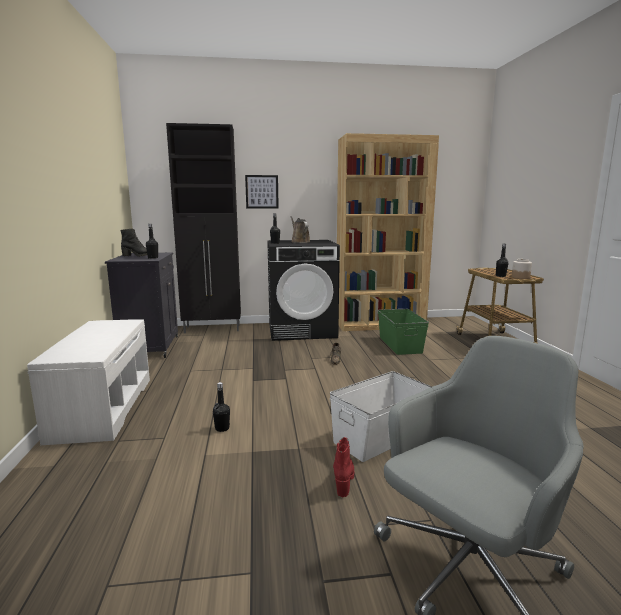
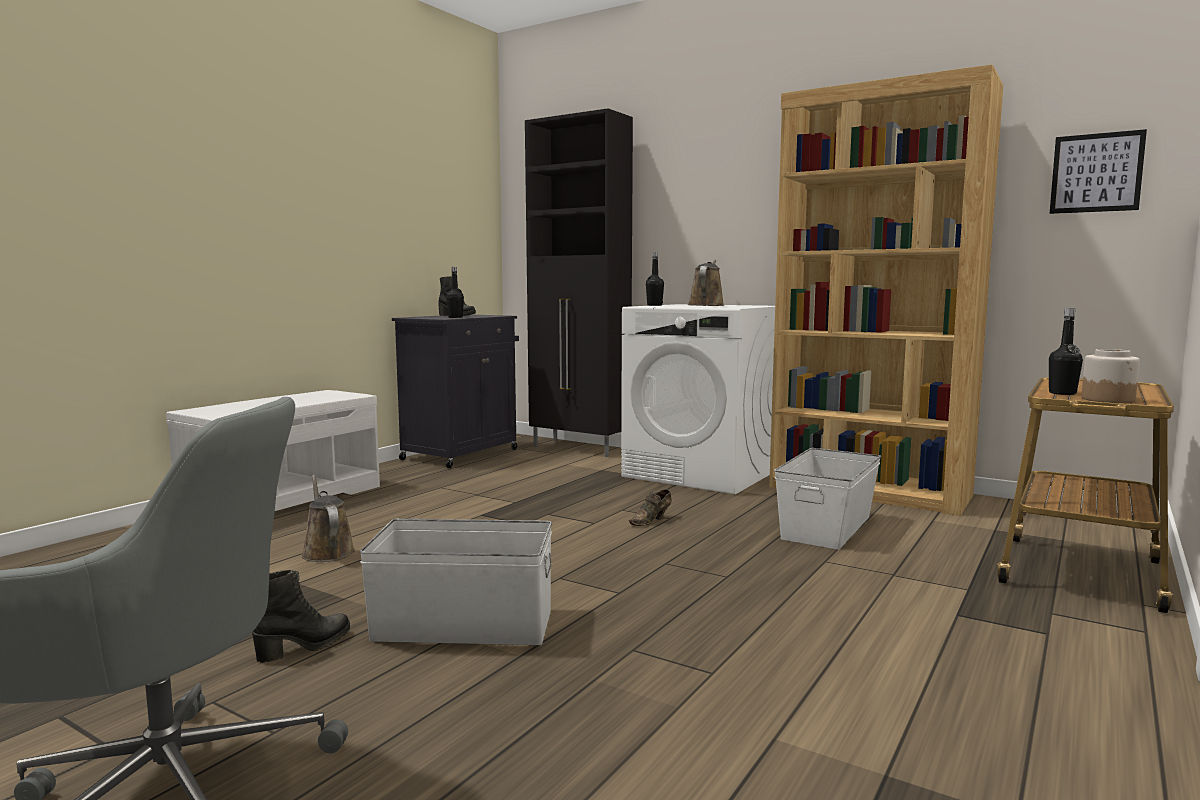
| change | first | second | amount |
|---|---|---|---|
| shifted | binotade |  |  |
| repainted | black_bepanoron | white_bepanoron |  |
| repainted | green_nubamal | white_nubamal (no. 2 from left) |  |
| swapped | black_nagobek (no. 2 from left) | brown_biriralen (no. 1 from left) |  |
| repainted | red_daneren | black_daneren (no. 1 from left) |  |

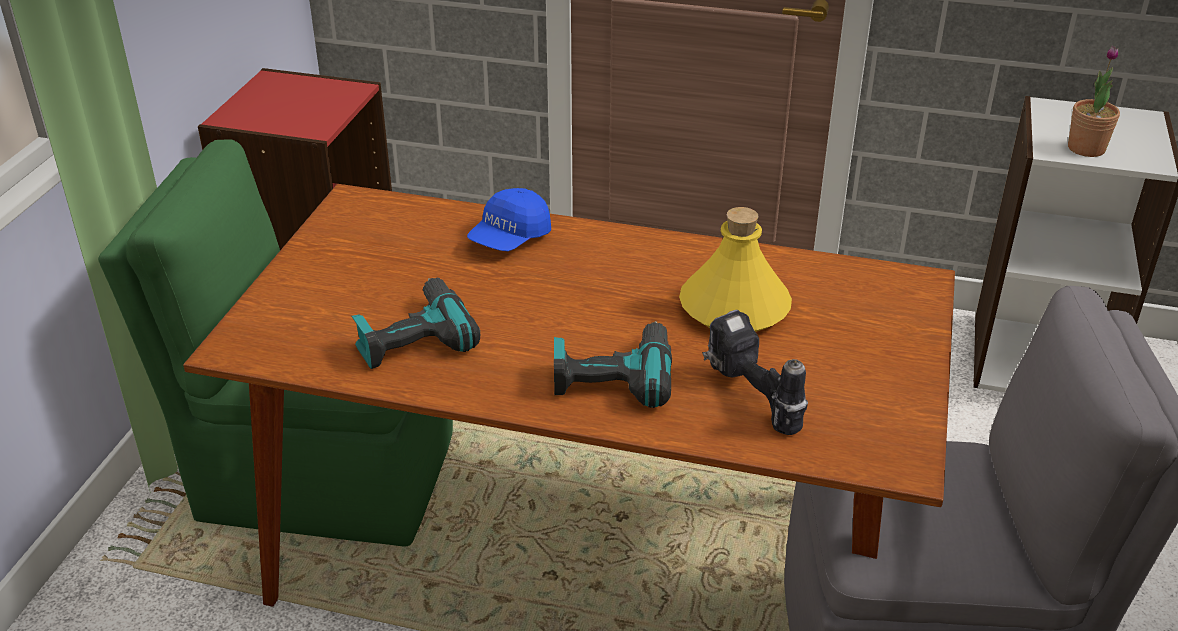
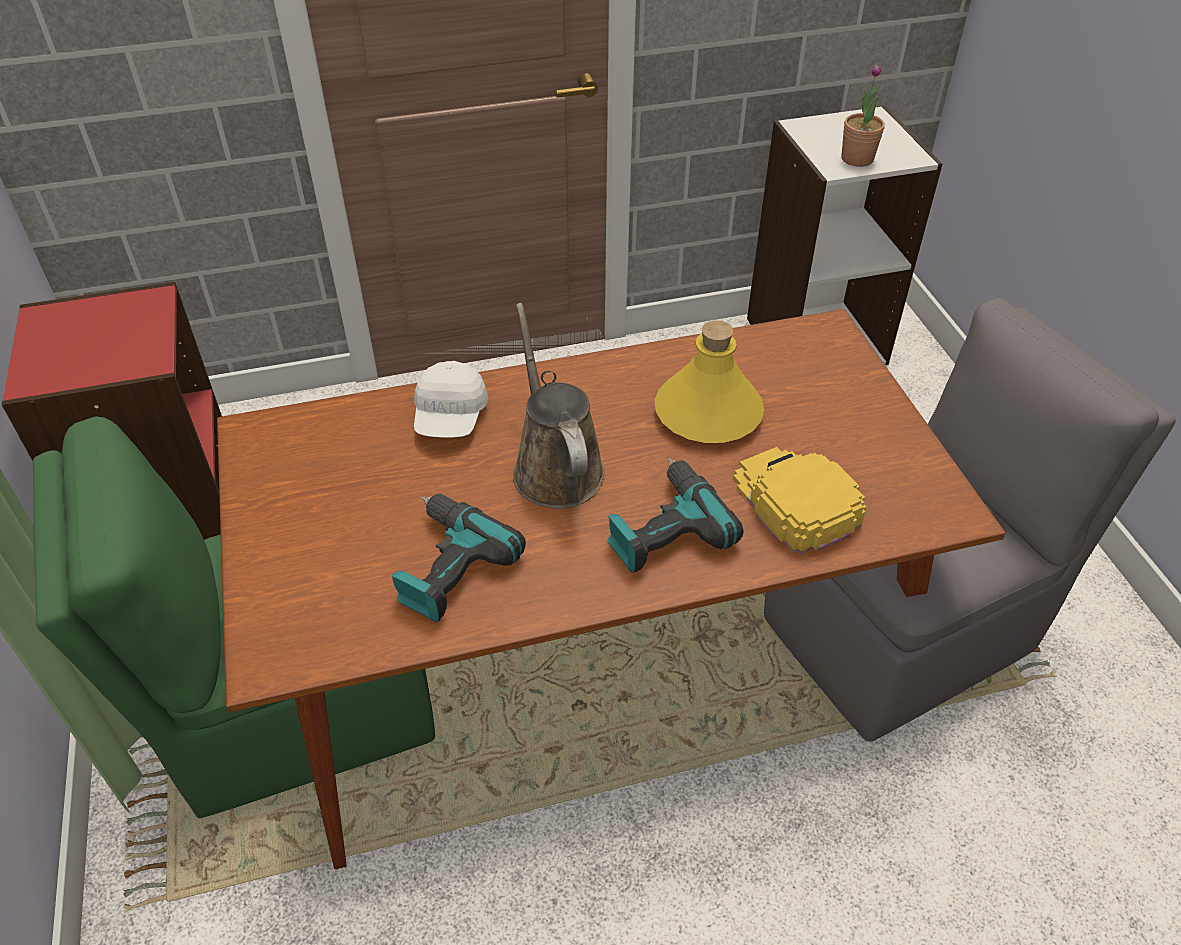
| change | first | second | amount |
|---|---|---|---|
| repainted | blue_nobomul | white_nobomul |  |
| swapped | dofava (no. 3 from left) | yellow_nobomul |  |
| new |  | brown_biriralen |  |

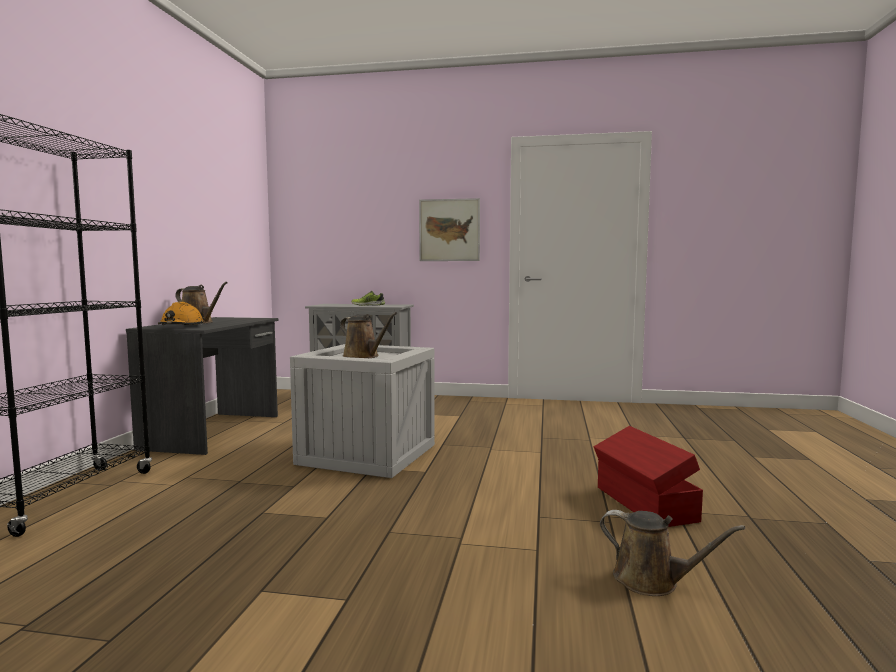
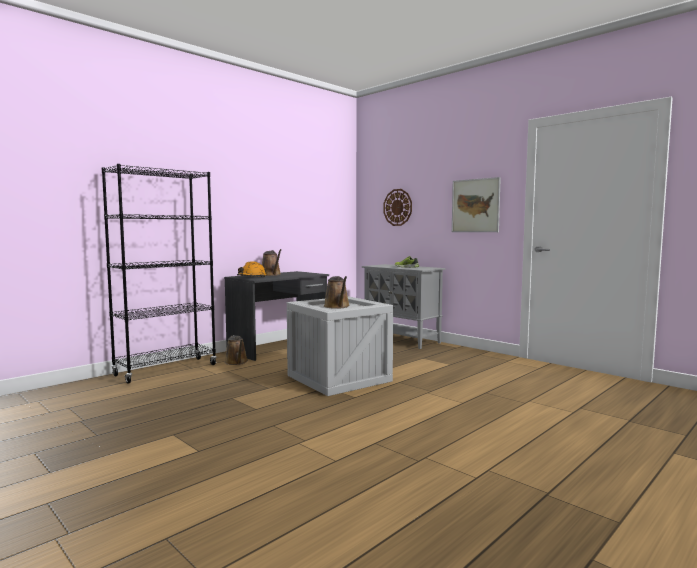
| change | first | second | amount |
|---|---|---|---|
| gone | red_nubamal |  |  |
| shifted | brown_biriralen (no. 3 from left in the first image) | brown_biriralen (no. 1 from left) |  |
| new |  | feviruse |  |

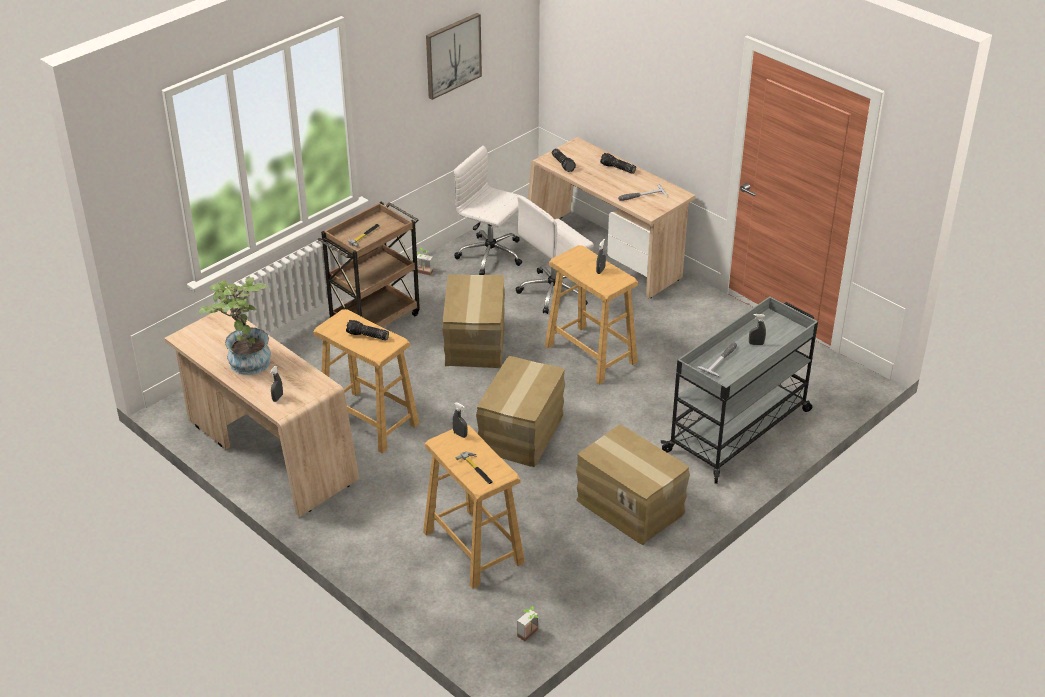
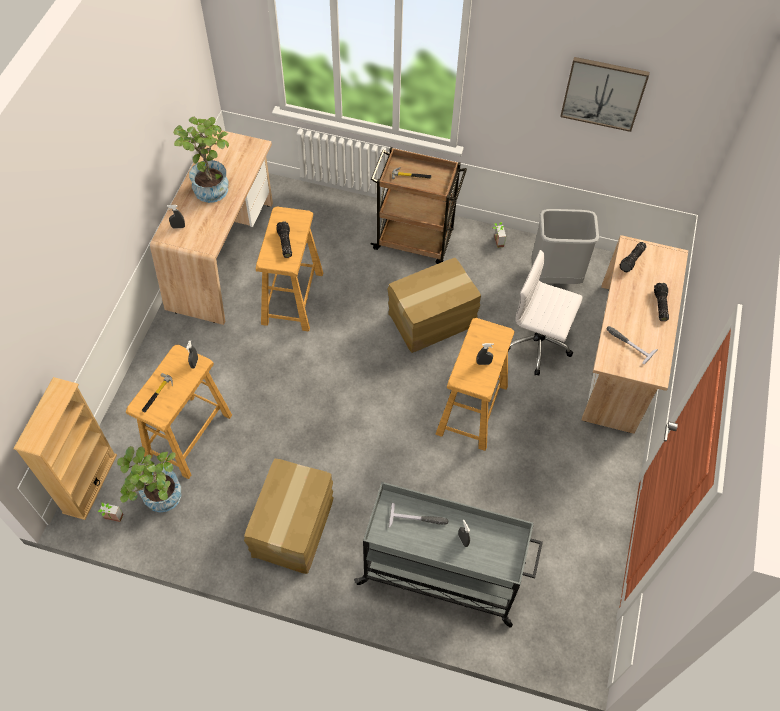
| change | first | second | amount |
|---|---|---|---|
| swapped | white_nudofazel (no. 1 from left) | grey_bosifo |  |
| gone | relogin (no. 2 from left) |  |  |
| new |  | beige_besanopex |  |
| new |  | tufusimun (no. 2 from left) |  |

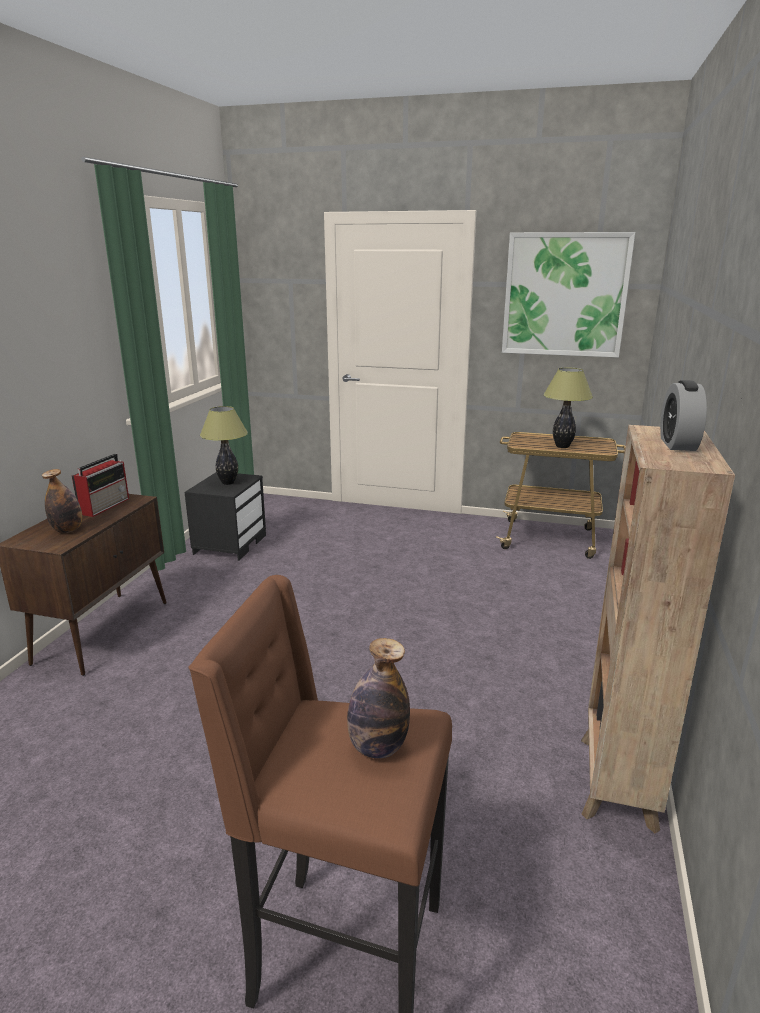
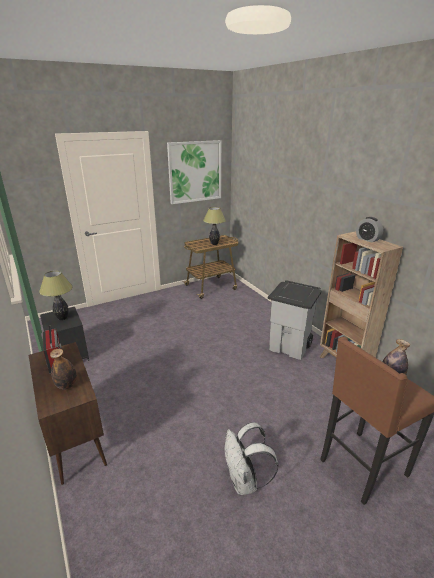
| change | first | second | amount |
|---|---|---|---|
| new |  | grey_bosifo |  |
| new |  | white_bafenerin |  |

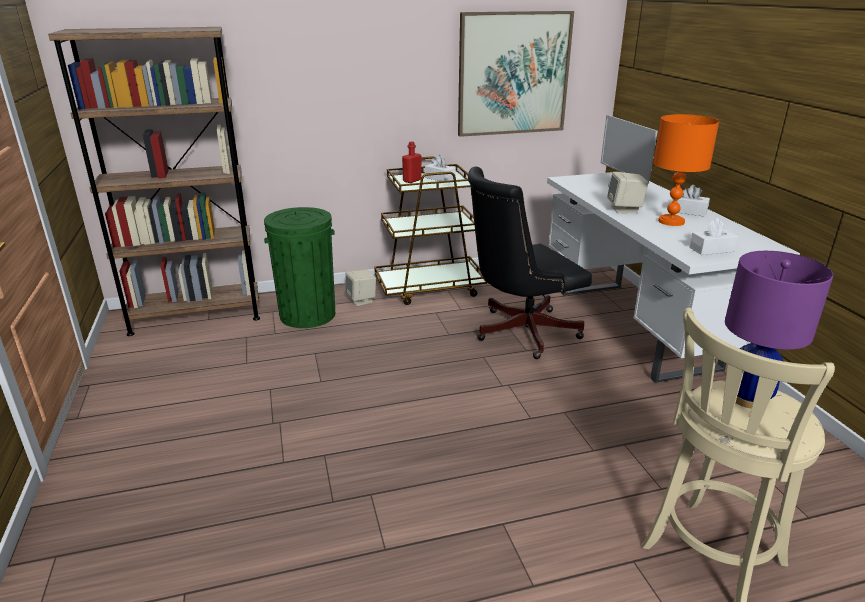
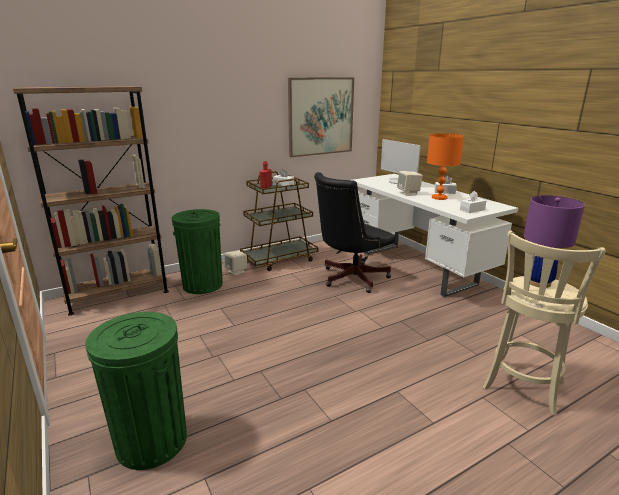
| change | first | second | amount |
|---|---|---|---|
| new |  | green_bosifo (no. 1 from left) |  |

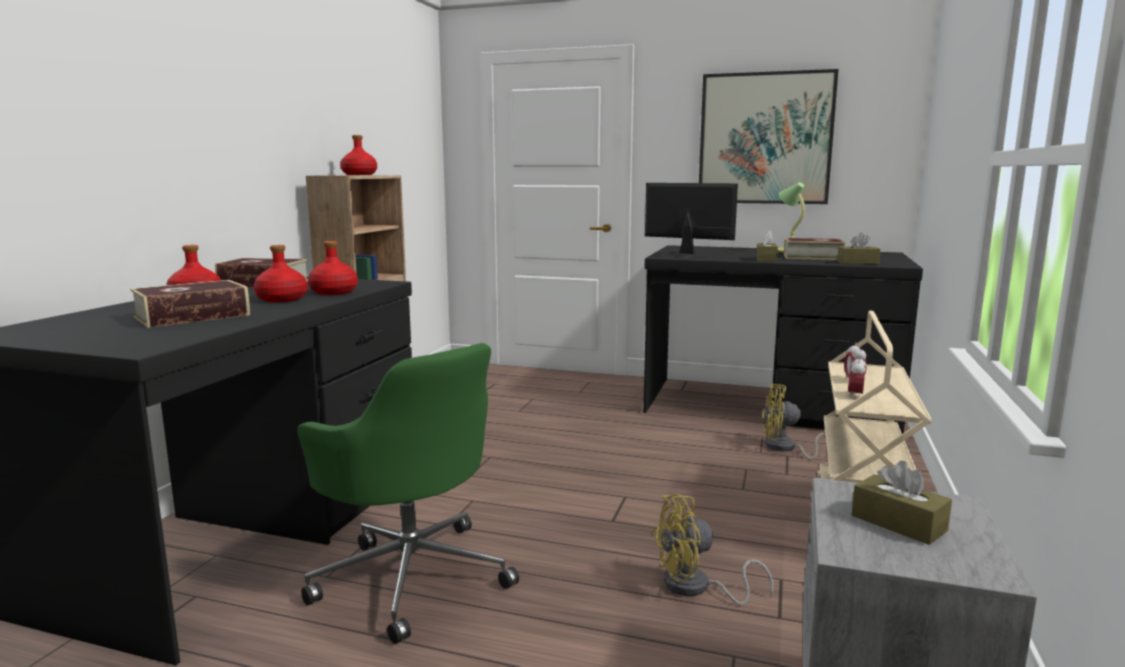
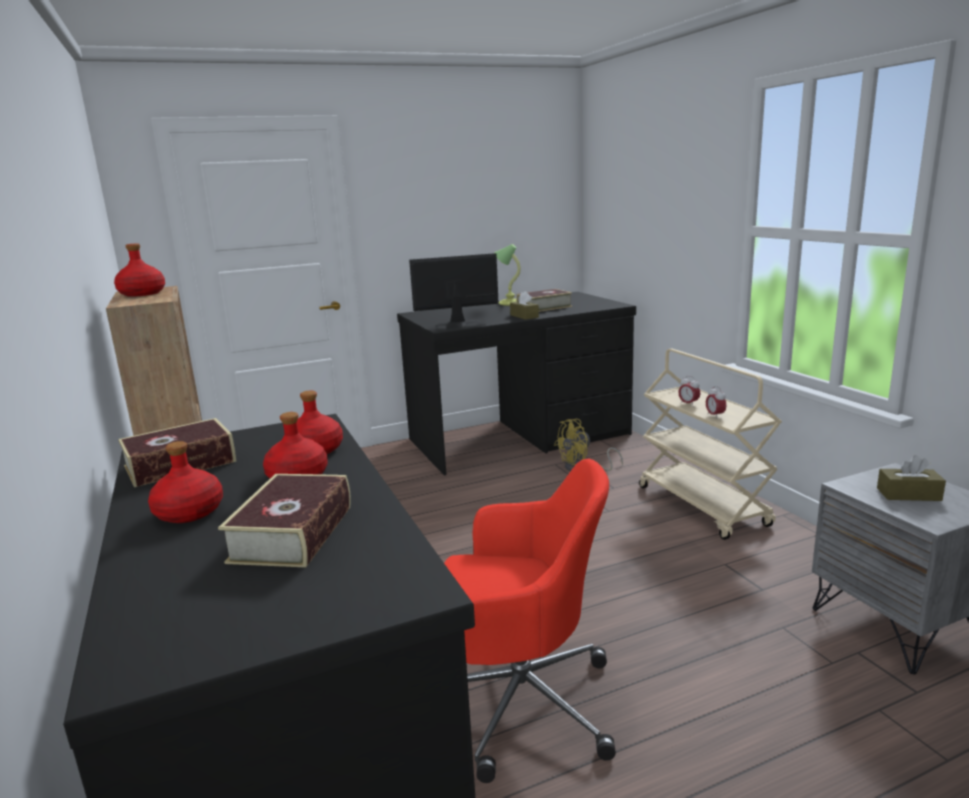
| change | first | second | amount |
|---|---|---|---|
| gone | binotade |  |  |
| gone | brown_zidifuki (no. 2 from left) |  |  |
| repainted | green_nudofazel | red_nudofazel |  |
| gone | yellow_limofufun (no. 1 from left) |  |  |

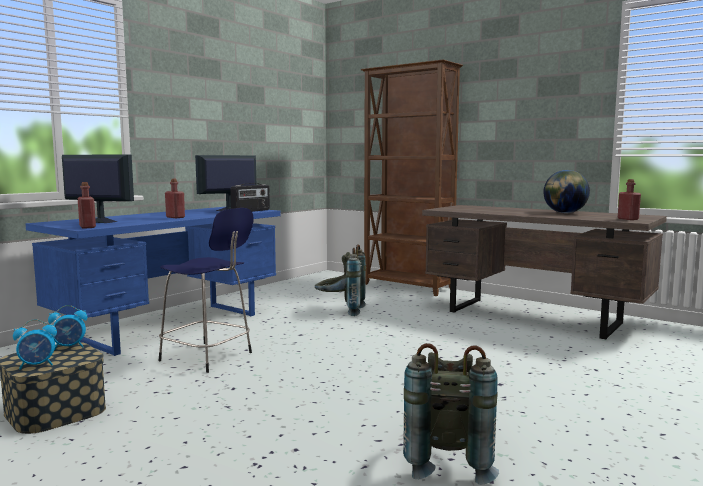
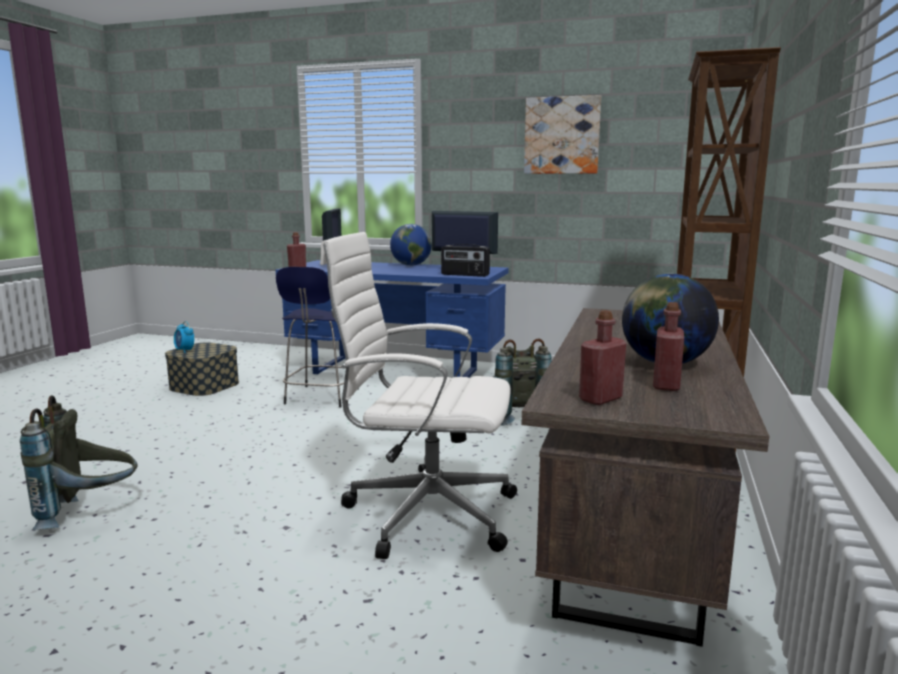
| change | first | second | amount |
|---|---|---|---|
| shifted | red_nagobek (no. 2 from left in the first image) | red_nagobek (no. 3 from left) |  |
| gone | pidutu (no. 2 from left) |  |  |
| new |  | binotade |  |
| new |  | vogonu (no. 1 from left) |  |
| new |  | white_nudofazel |  |

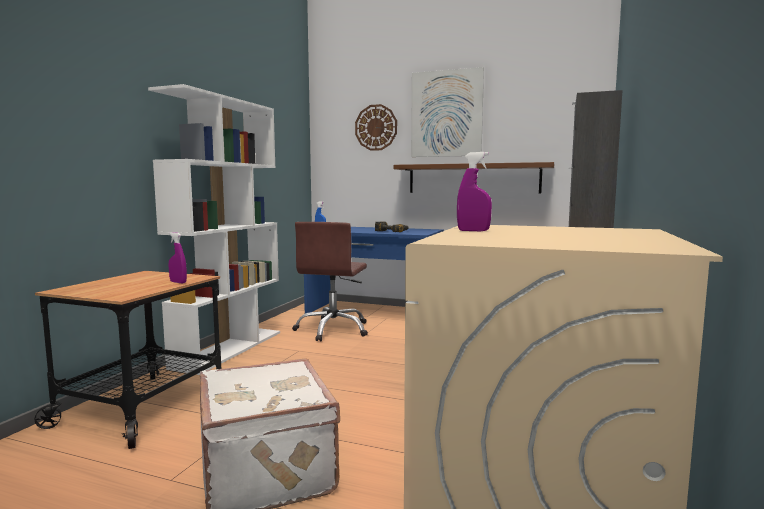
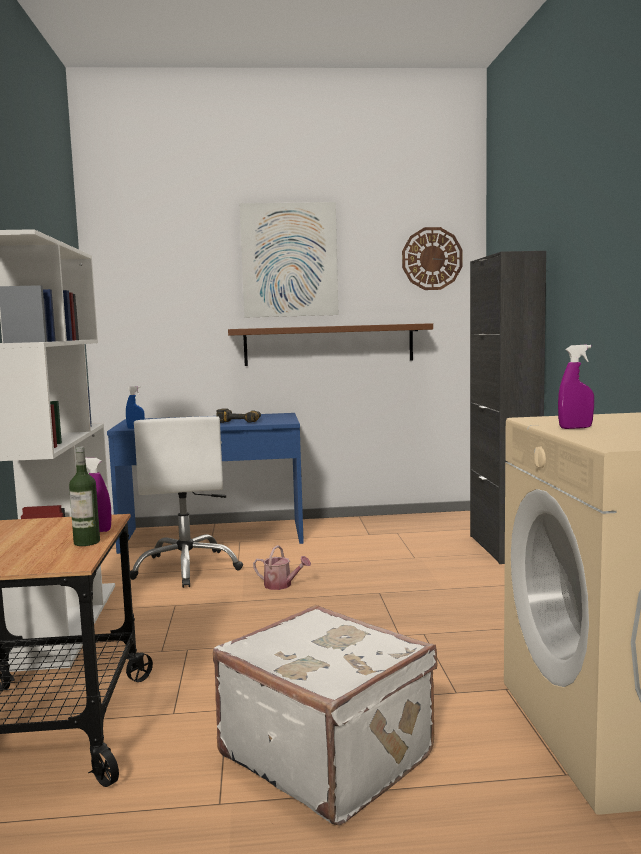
| change | first | second | amount |
|---|---|---|---|
| shifted | feviruse |  |  |
| repainted | brown_nudofazel | white_nudofazel |  |
| new |  | nagobek |  |
| new |  | biriralen |  |

